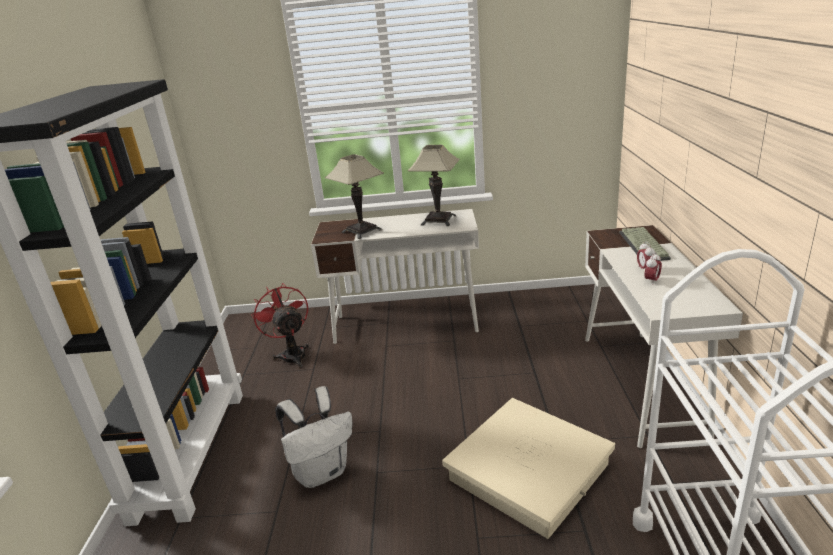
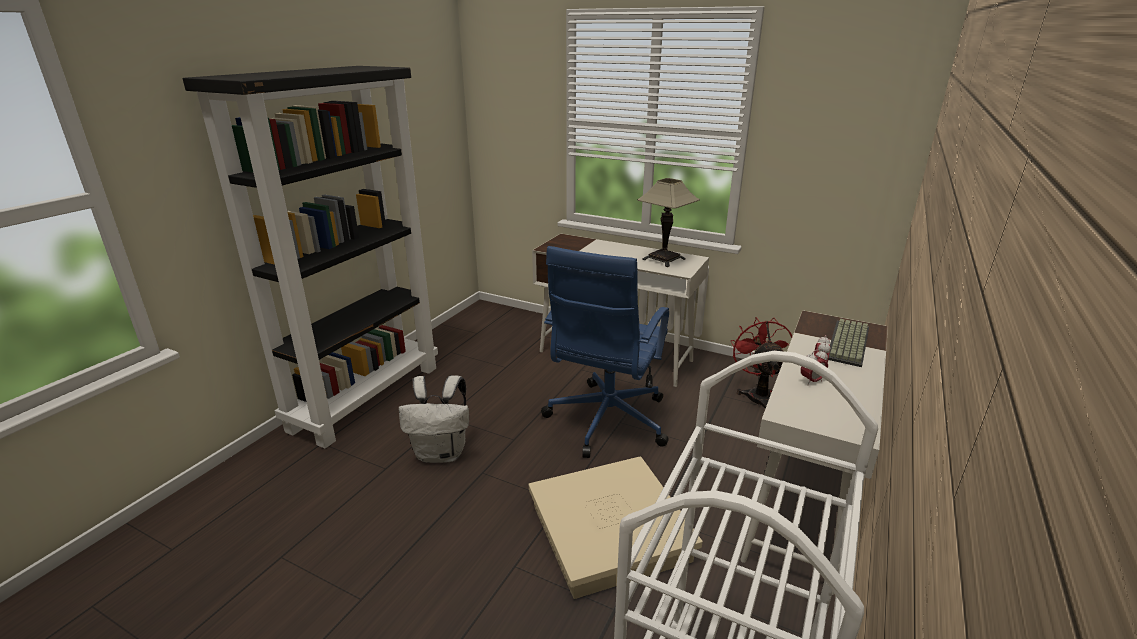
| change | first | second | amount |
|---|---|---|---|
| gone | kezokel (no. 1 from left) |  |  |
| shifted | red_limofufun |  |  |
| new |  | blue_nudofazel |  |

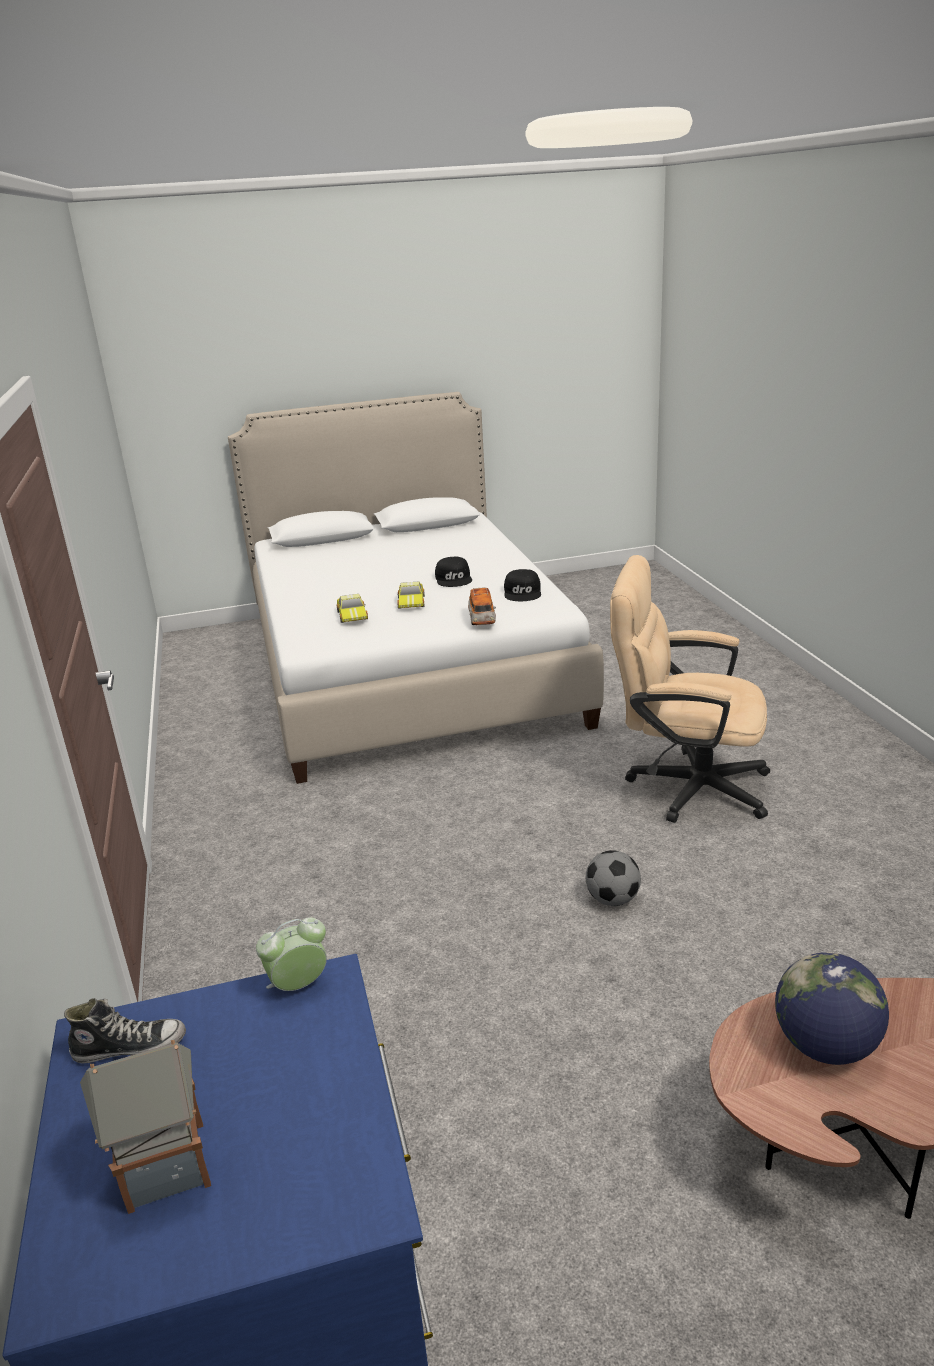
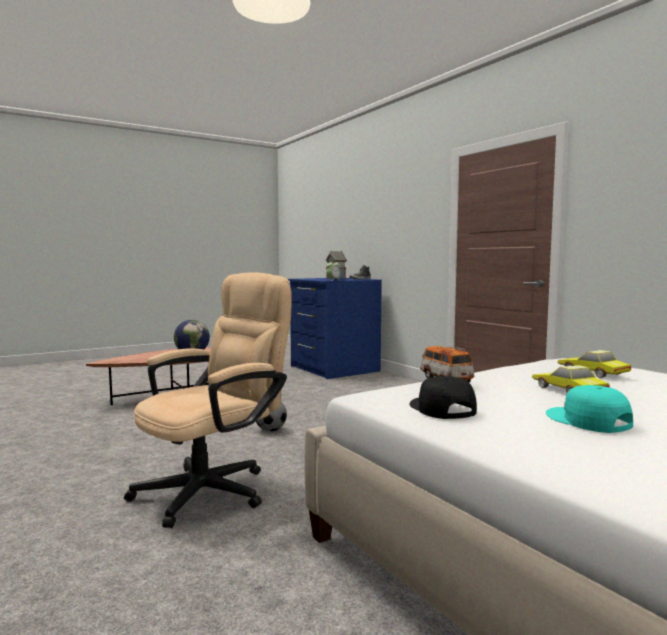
| change | first | second | amount |
|---|---|---|---|
| rotated | beige_nudofazel |  | 45 degrees counterclockwise |
| repainted | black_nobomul (no. 1 from left) | turquoise_nobomul |  |

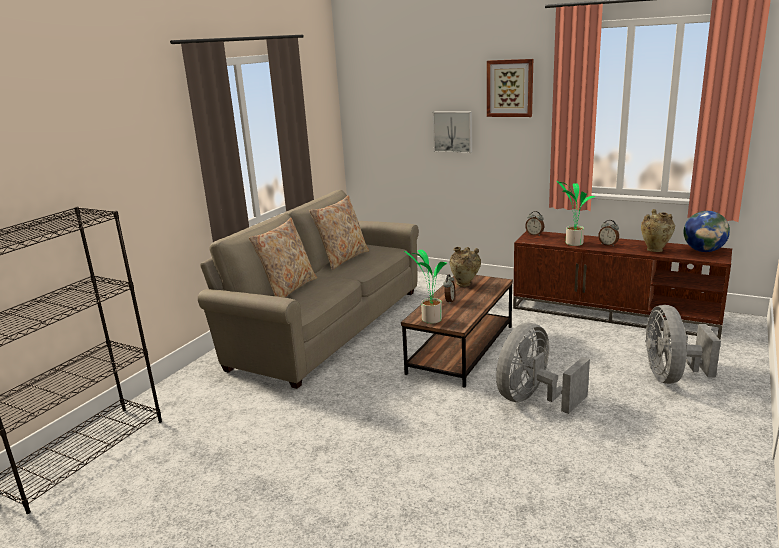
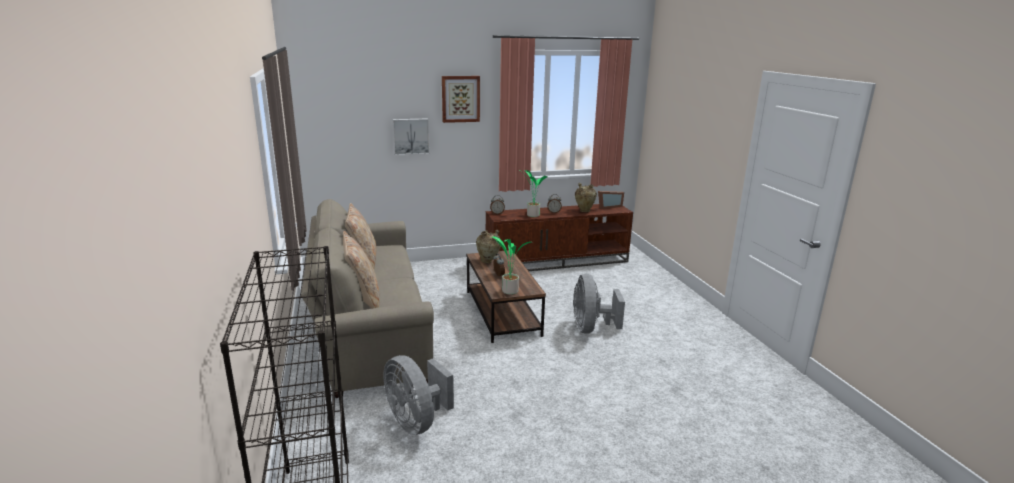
| change | first | second | amount |
|---|---|---|---|
| swapped | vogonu | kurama |  |
| shifted | grey_limofufun (no. 2 from left in the first image) | grey_limofufun (no. 1 from left) |  |

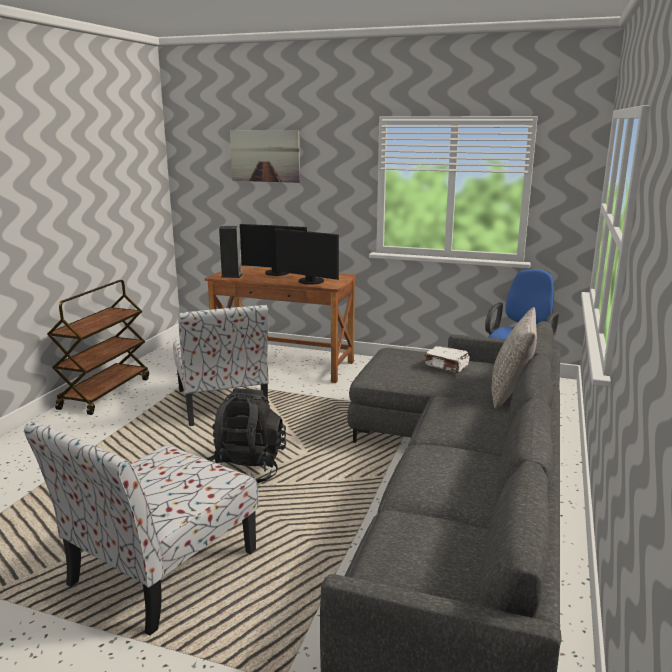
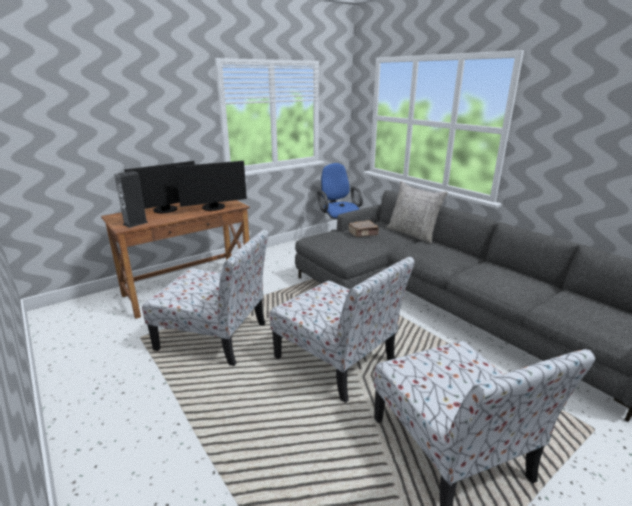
| change | first | second | amount |
|---|---|---|---|
| gone | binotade |  |  |
| gone | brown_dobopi |  |  |
| repainted | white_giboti | brown_giboti |  |
| swapped | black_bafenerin | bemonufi (no. 2 from left) |  |

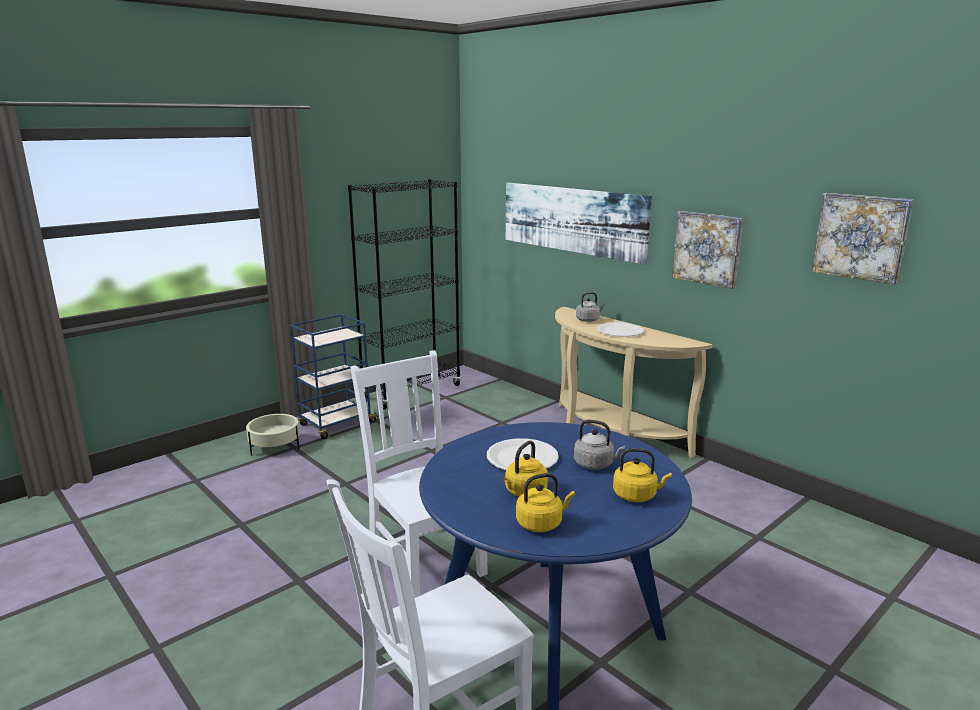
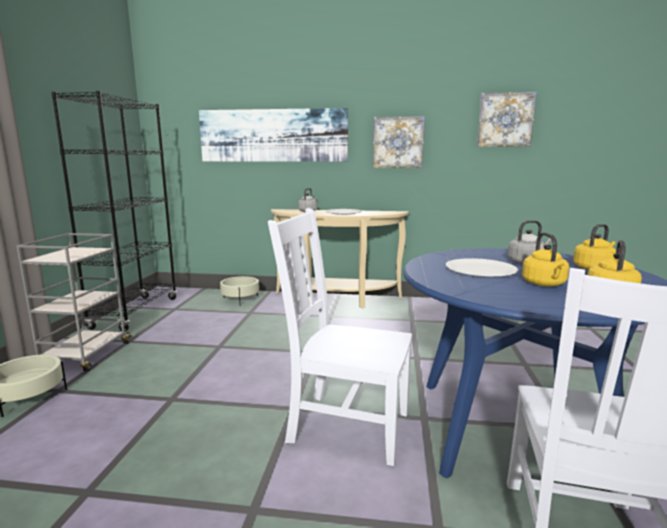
| change | first | second | amount |
|---|---|---|---|
| repainted | blue_dobopi | grey_dobopi |  |
| new |  | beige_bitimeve (no. 2 from left) |  |

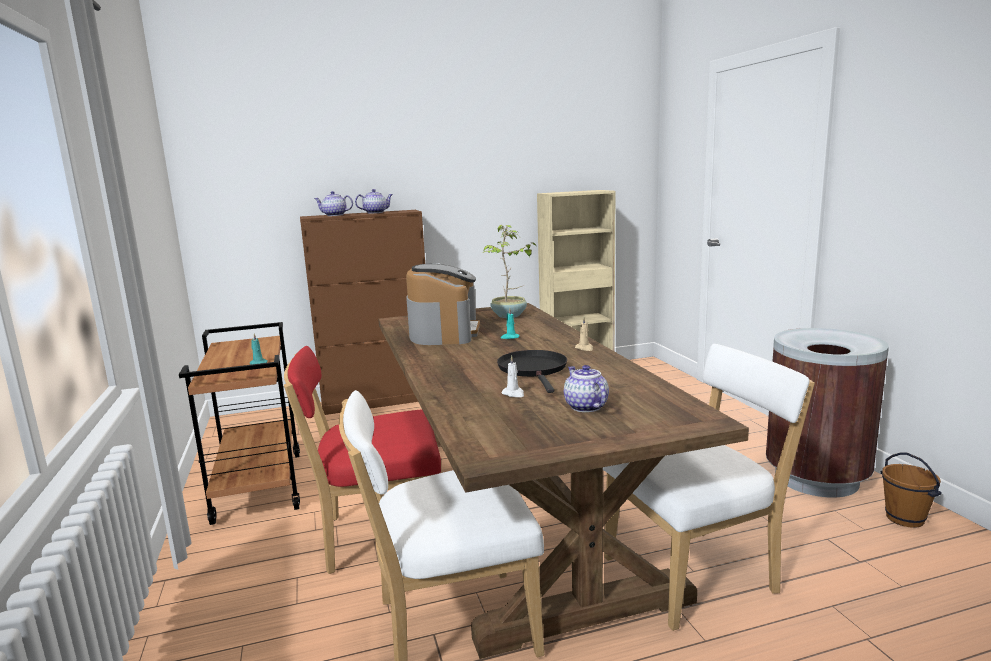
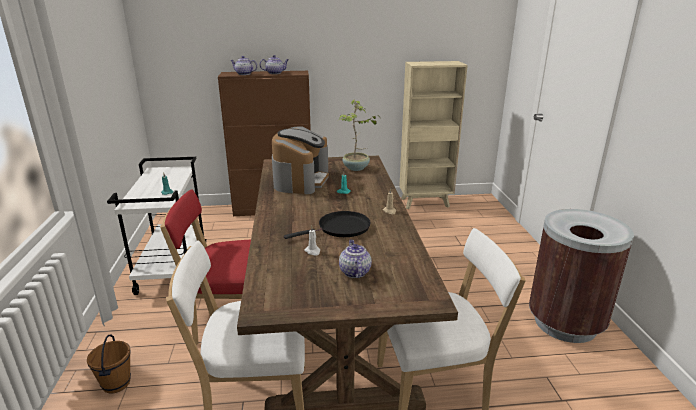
| change | first | second | amount |
|---|---|---|---|
| repainted | brown_dobopi | white_dobopi |  |
| rotated | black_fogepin |  | 60 degrees clockwise |
| shifted | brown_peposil |  |  |

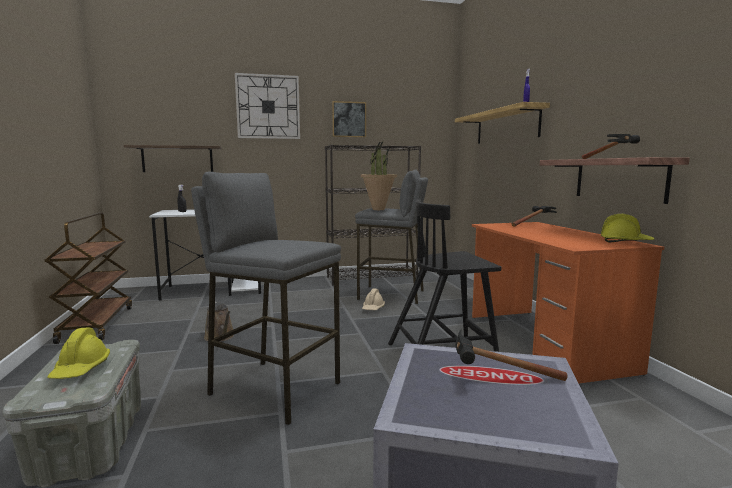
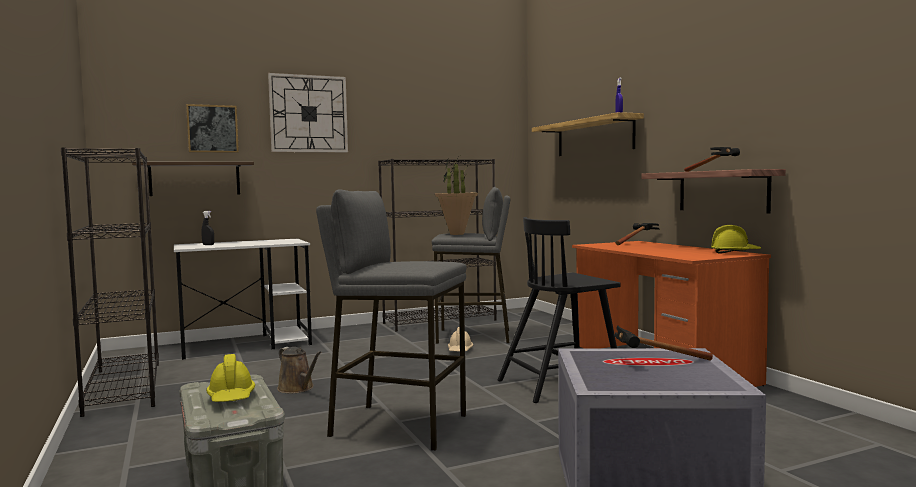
| change | first | second | amount |
|---|---|---|---|
| shifted | binotade |  |  |
| swapped | brown_dobopi | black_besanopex (no. 1 from left) |  |

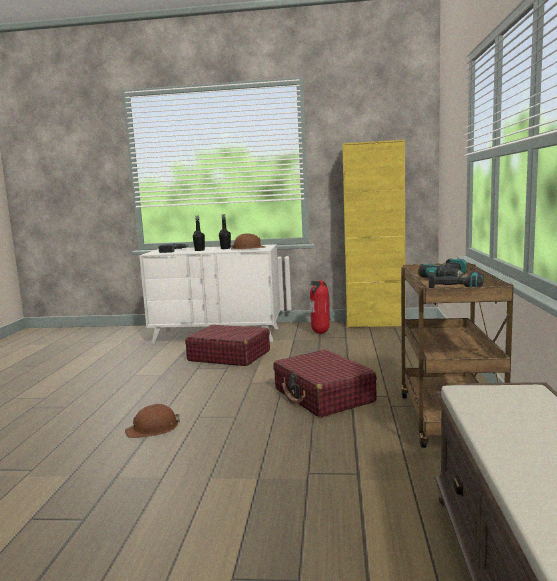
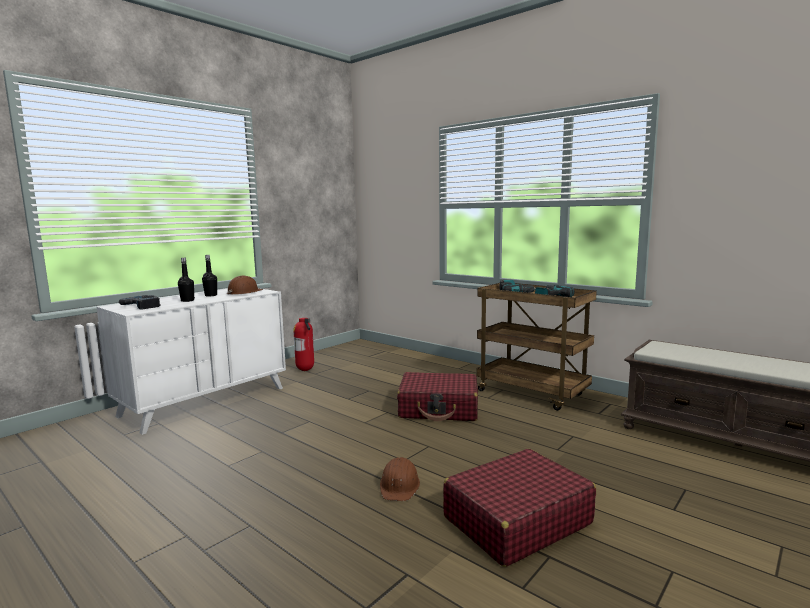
| change | first | second | amount |
|---|---|---|---|
| gone | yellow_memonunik |  |  |
| shifted | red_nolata (no. 1 from left in the first image) | red_nolata (no. 2 from left) |  |

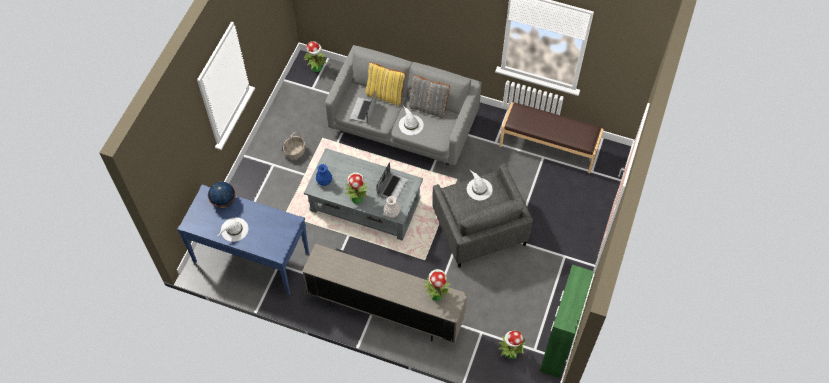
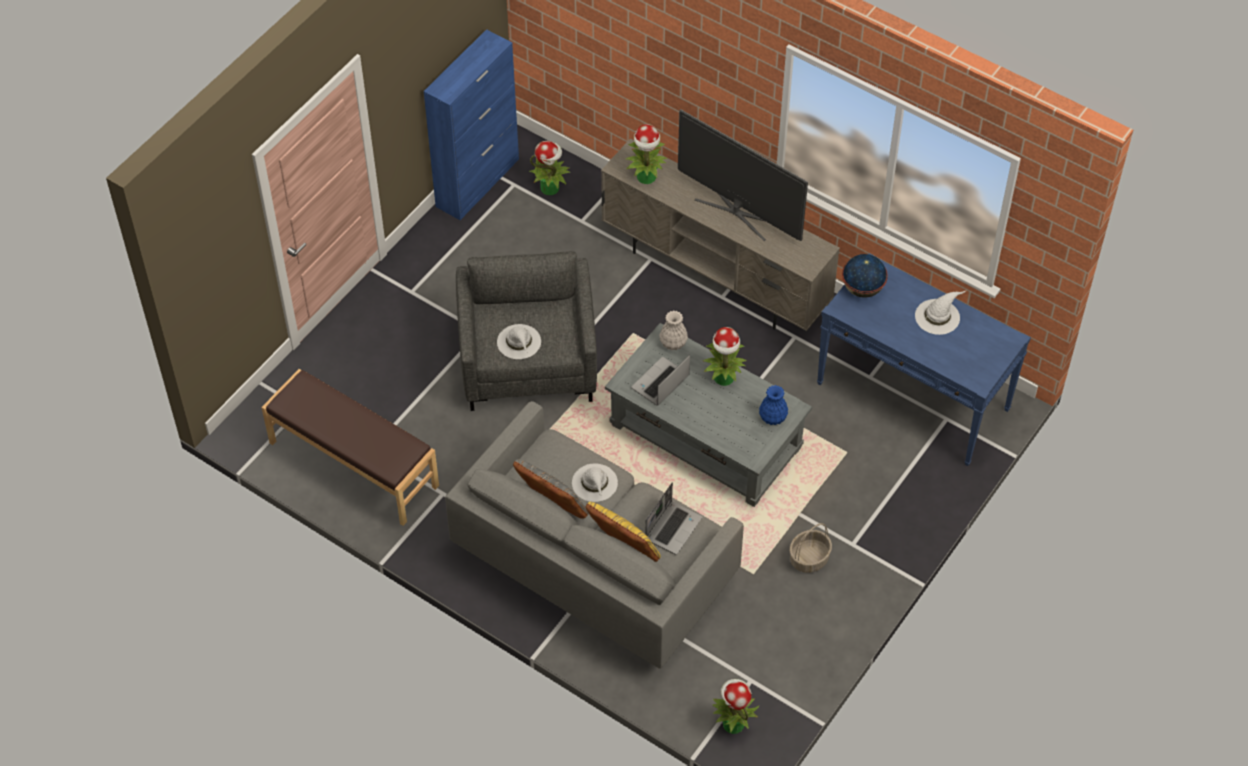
| change | first | second | amount |
|---|---|---|---|
| shifted | vogonu |  |  |
| repainted | green_memonunik | blue_memonunik |  |
| new |  | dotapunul |  |

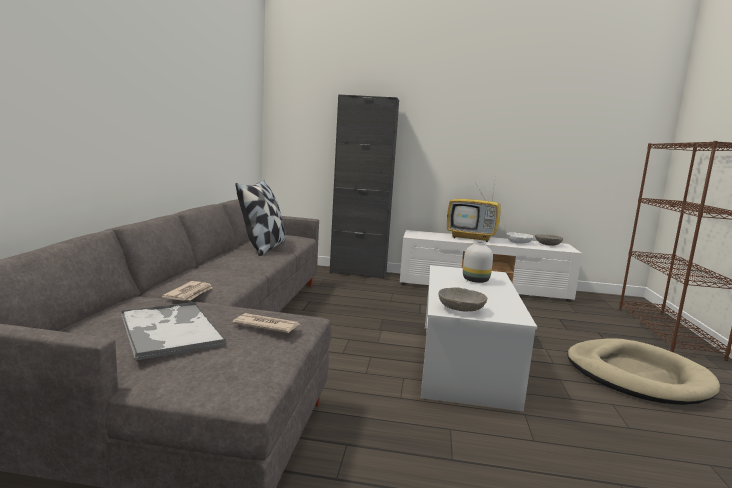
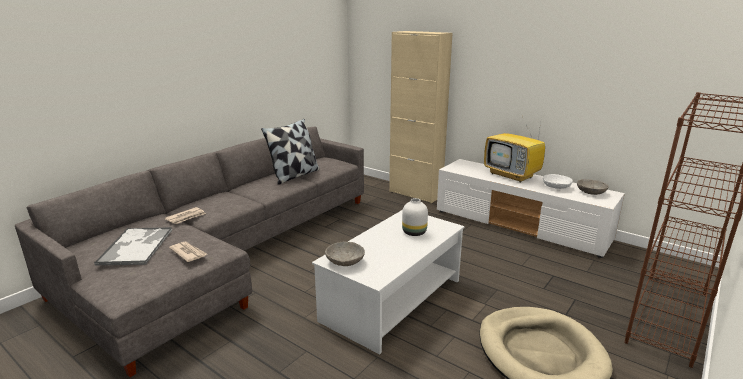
| change | first | second | amount |
|---|---|---|---|
| repainted | black_memonunik | beige_memonunik |  |

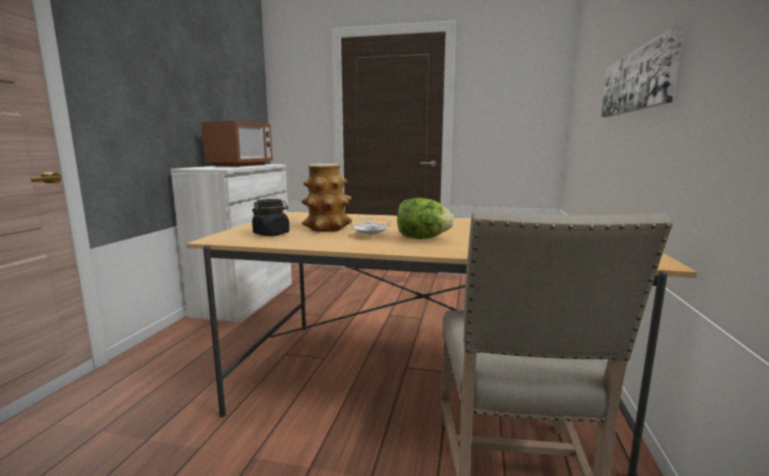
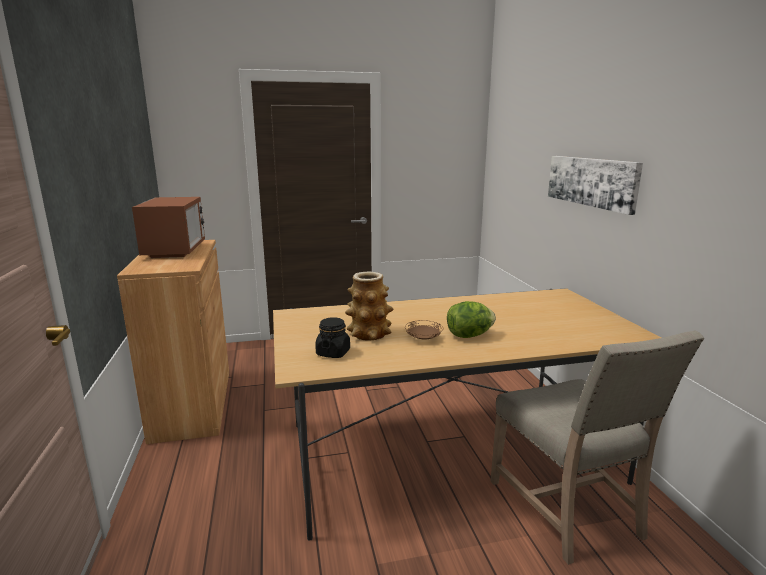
| change | first | second | amount |
|---|---|---|---|
| repainted | white_memonunik | brown_memonunik |  |
| repainted | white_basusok | brown_basusok |  |

